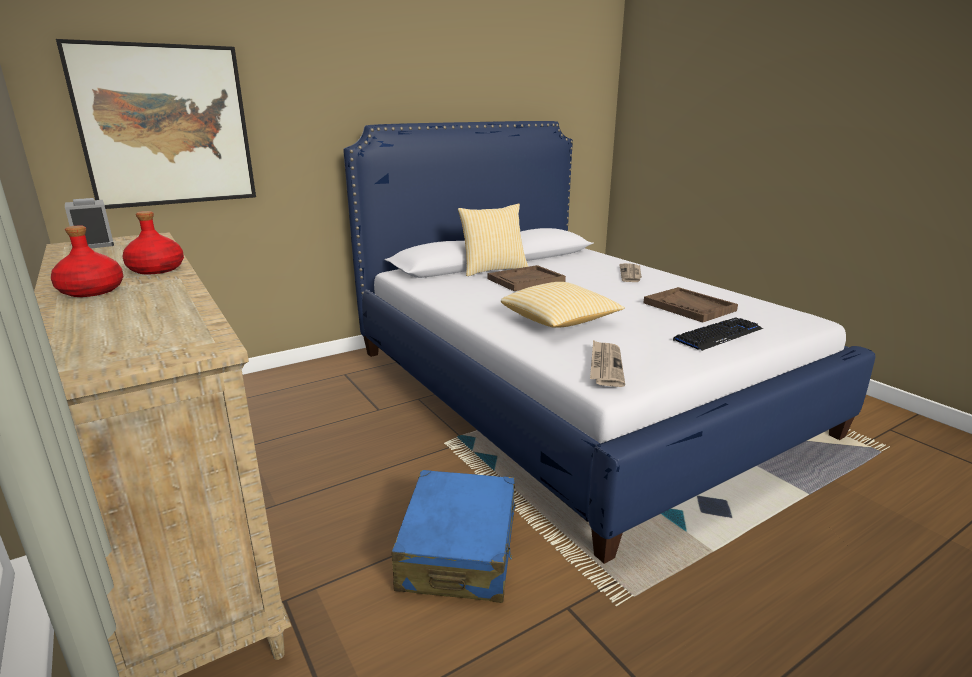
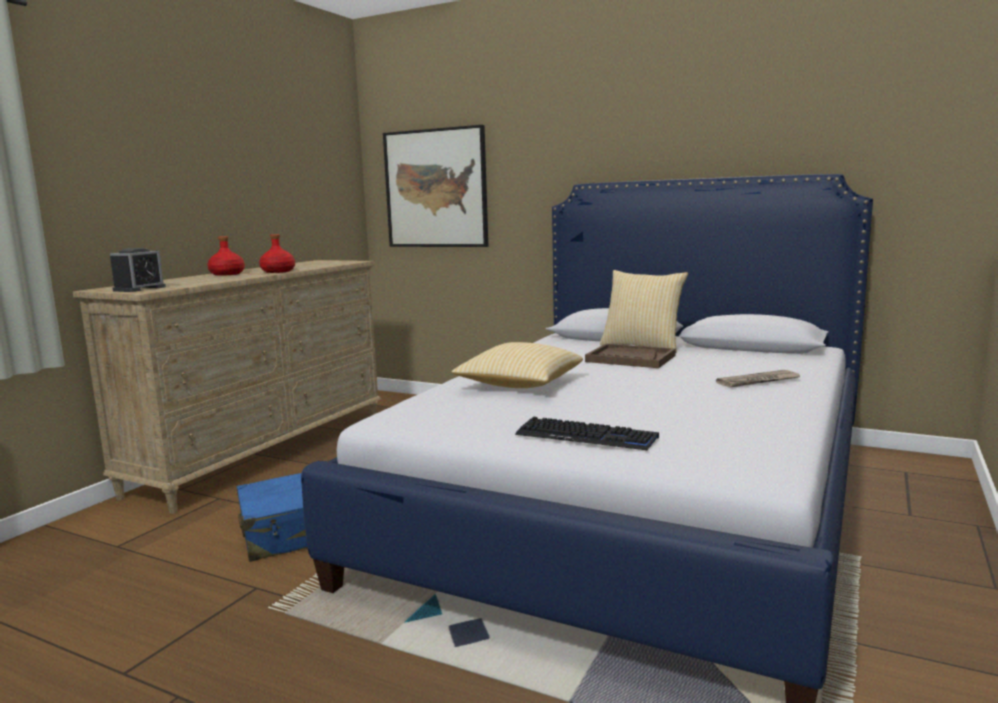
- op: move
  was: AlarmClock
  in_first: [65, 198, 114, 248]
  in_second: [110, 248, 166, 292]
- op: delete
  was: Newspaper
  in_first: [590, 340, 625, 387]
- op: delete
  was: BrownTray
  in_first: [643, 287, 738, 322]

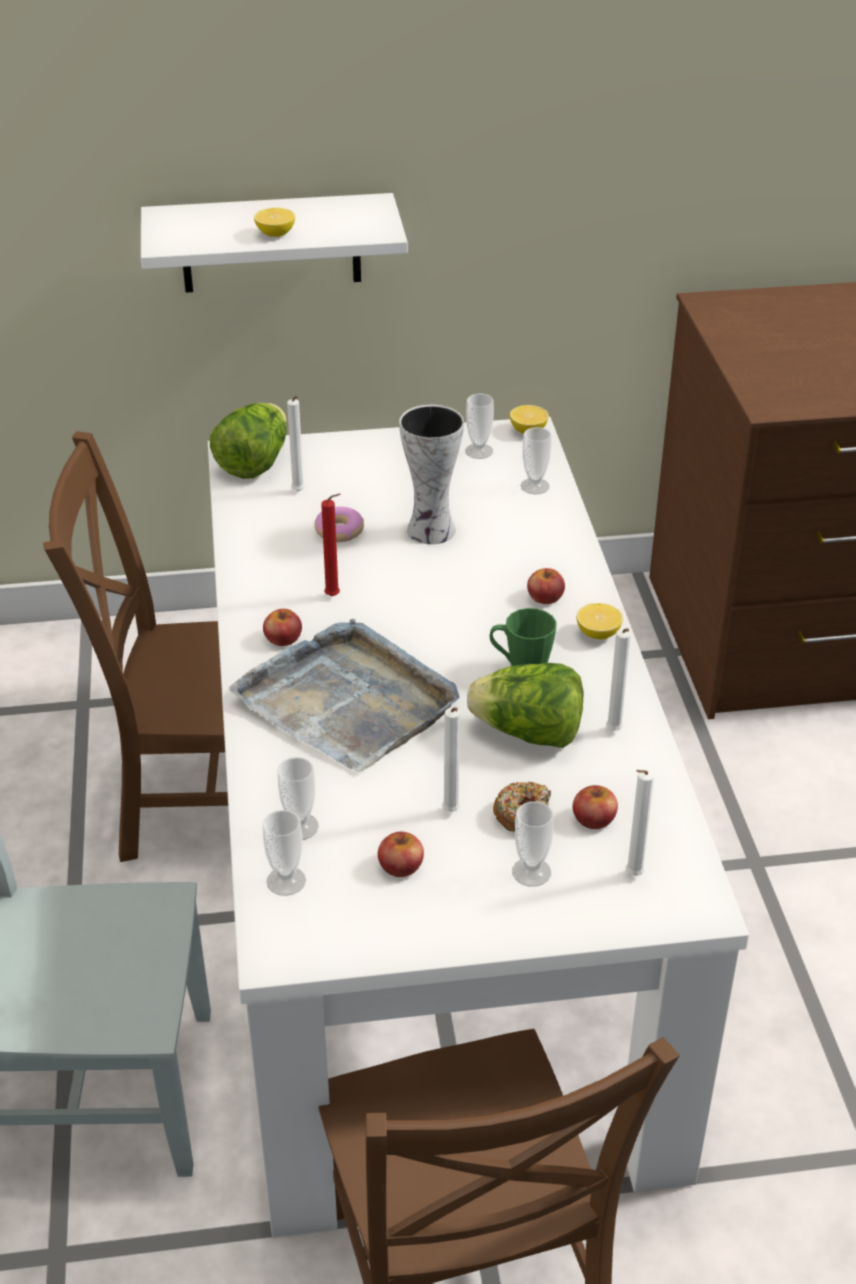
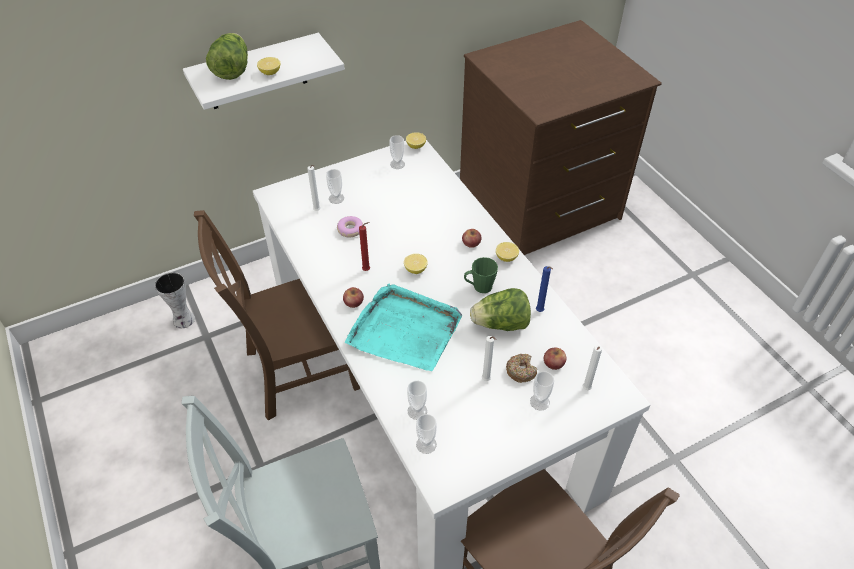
- op: move
  was: Lettuce
  in_first: [210, 403, 287, 479]
  in_second: [206, 33, 248, 80]
- op: recolor
  was: GreyTray
  now: TurquoiseTray
  in_first: [229, 619, 459, 772]
  in_second: [345, 284, 462, 371]
- op: delete
  was: Apple
  in_first: [378, 832, 424, 877]
- op: move
  was: Vase
  in_first: [399, 405, 464, 544]
  in_second: [155, 272, 195, 328]
- op: move
  was: Cup
  in_first: [520, 427, 552, 494]
  in_second: [326, 169, 344, 204]
- op: recolor
  was: WhiteCandle
  now: BlueCandle
  in_first: [606, 628, 631, 731]
  in_second: [536, 266, 553, 312]
- op: insert
  now: Lemon
  in_second: [404, 254, 428, 274]

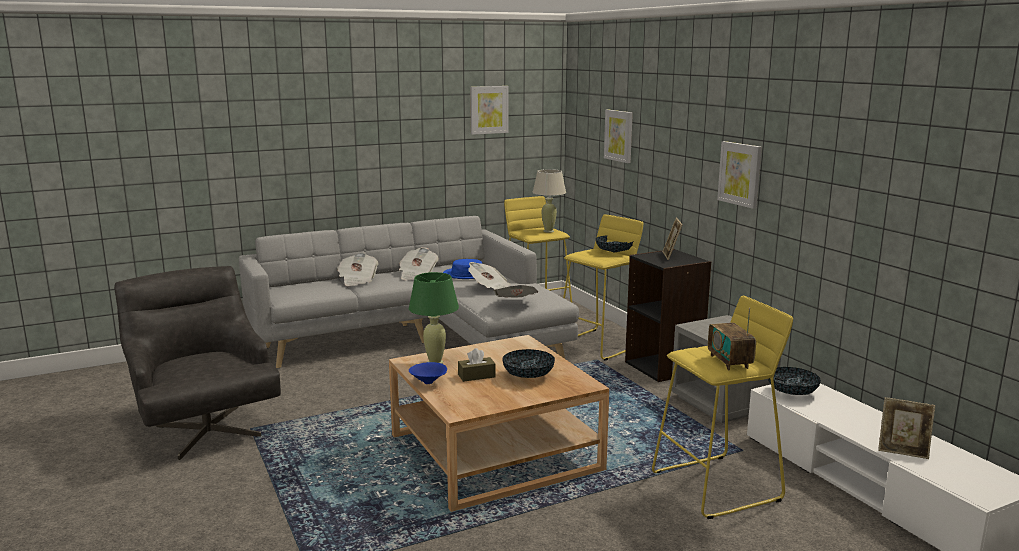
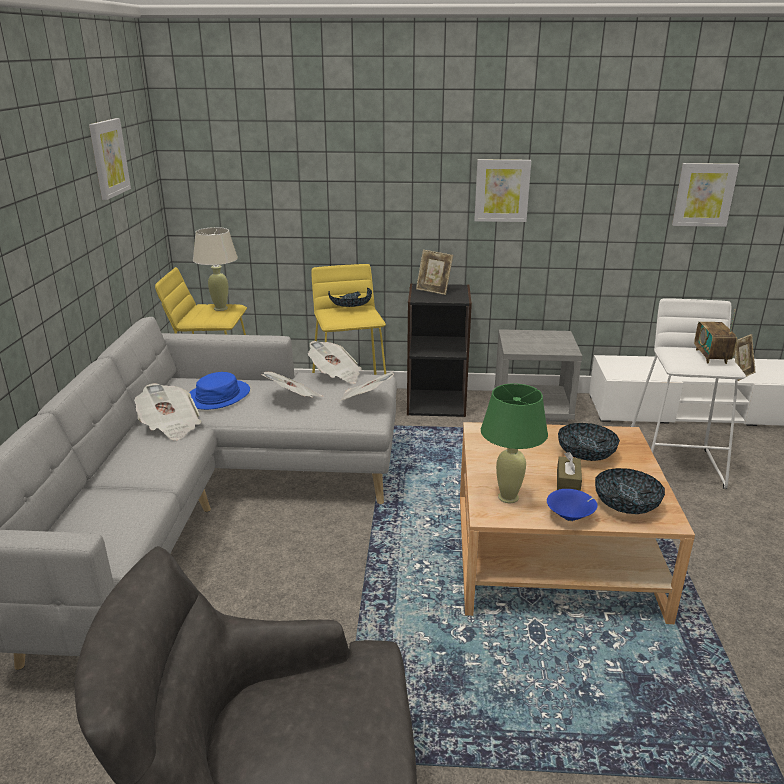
- op: move
  was: Newspaper
  in_first: [337, 253, 379, 286]
  in_second: [308, 341, 362, 384]
- op: move
  was: Picture
  in_first: [604, 110, 633, 163]
  in_second: [672, 163, 739, 227]
- op: recolor
  was: YellowStool
  now: WhiteStool
  in_first: [652, 296, 793, 519]
  in_second: [631, 299, 746, 489]
- op: rotate
  was: Radio
  in_first: [708, 308, 756, 371]
  in_second: [694, 309, 737, 364]
  clockwise: 75
- op: move
  was: Bowl
  in_first: [768, 367, 821, 395]
  in_second: [595, 468, 665, 514]

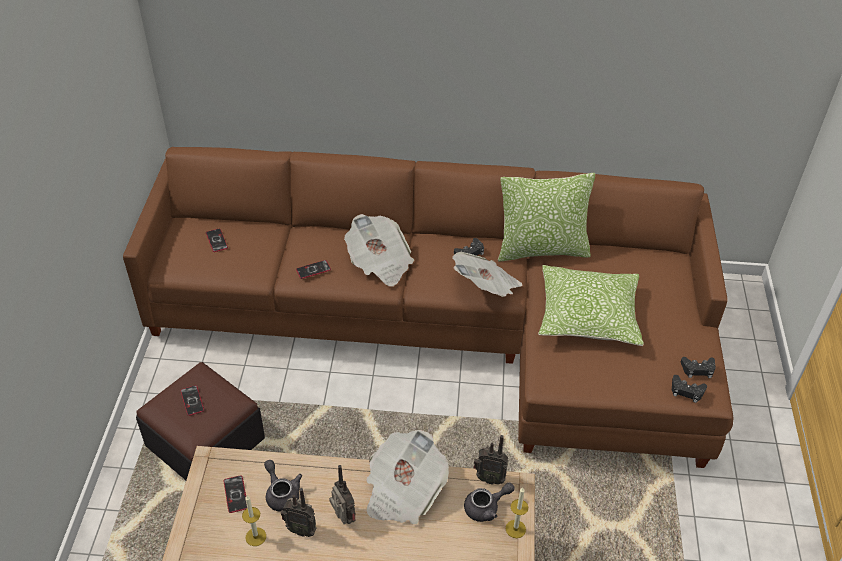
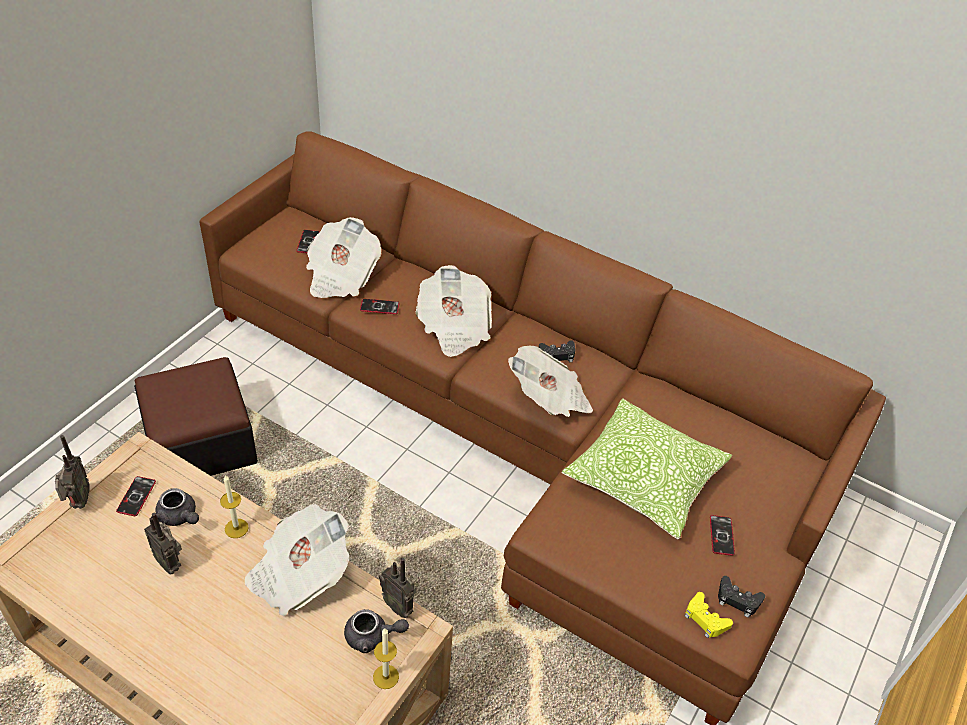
- op: move
  was: Phone
  in_first: [181, 385, 204, 416]
  in_second: [710, 515, 735, 556]
- op: move
  was: Candle
  in_first: [242, 496, 266, 546]
  in_second: [220, 475, 249, 538]
- op: rotate
  was: GreyTeapot
  in_first: [264, 460, 302, 512]
  in_second: [151, 488, 199, 526]
  clockwise: 135
- op: move
  was: Radio
  in_first: [329, 465, 356, 524]
  in_second: [55, 435, 90, 509]
- op: delete
  was: Pillow
  in_first: [498, 173, 595, 261]
- op: recolor
  was: BlackGameController
  now: YellowGameController
  in_first: [672, 375, 707, 403]
  in_second: [685, 592, 733, 638]
- op: insert
  now: Newspaper
  in_second: [306, 217, 381, 298]

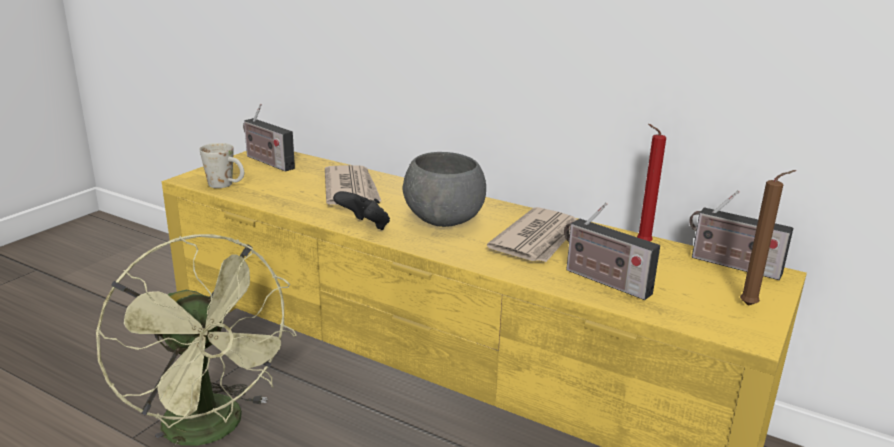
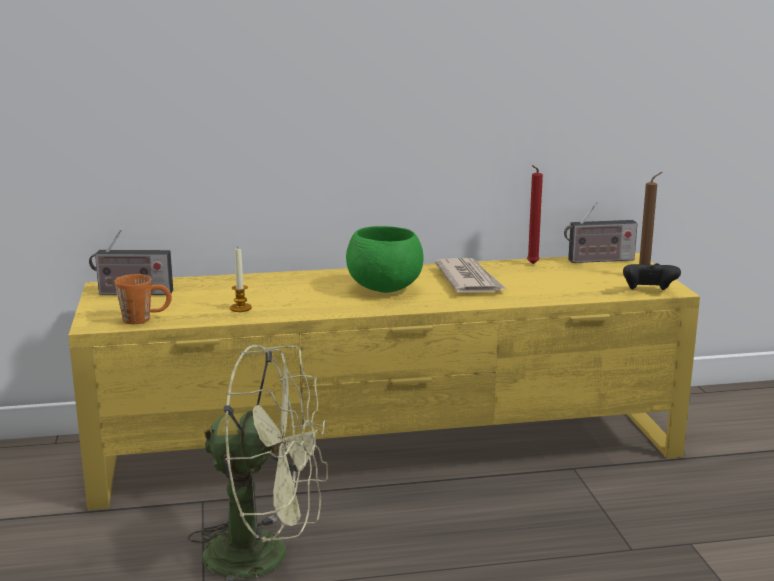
- op: recolor
  was: WhiteMug
  now: OrangeMug
  in_first: [200, 143, 244, 188]
  in_second: [114, 274, 172, 324]
- op: delete
  was: Newspaper
  in_first: [325, 165, 382, 205]
- op: move
  was: BlackGameController
  in_first: [333, 191, 390, 230]
  in_second: [623, 263, 681, 290]
- op: recolor
  was: GreyBowl
  now: GreenBowl
  in_first: [403, 152, 486, 227]
  in_second: [346, 226, 424, 293]
- op: delete
  was: Radio
  in_first: [564, 202, 660, 300]
- op: insert
  now: Candle
  in_second: [230, 249, 252, 312]

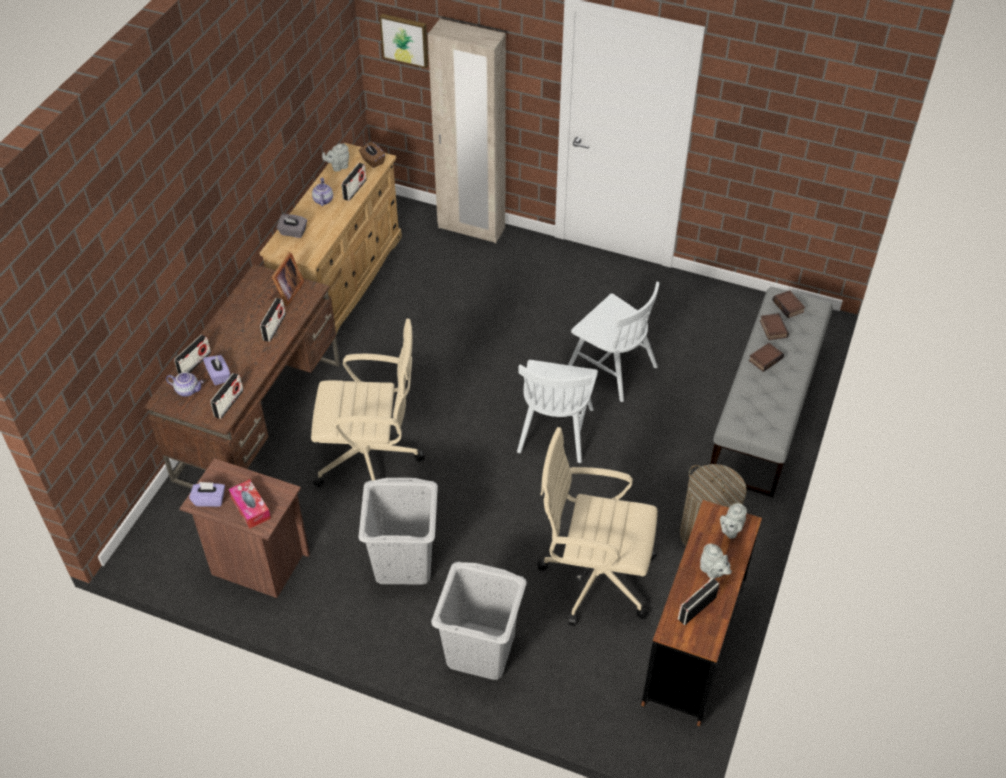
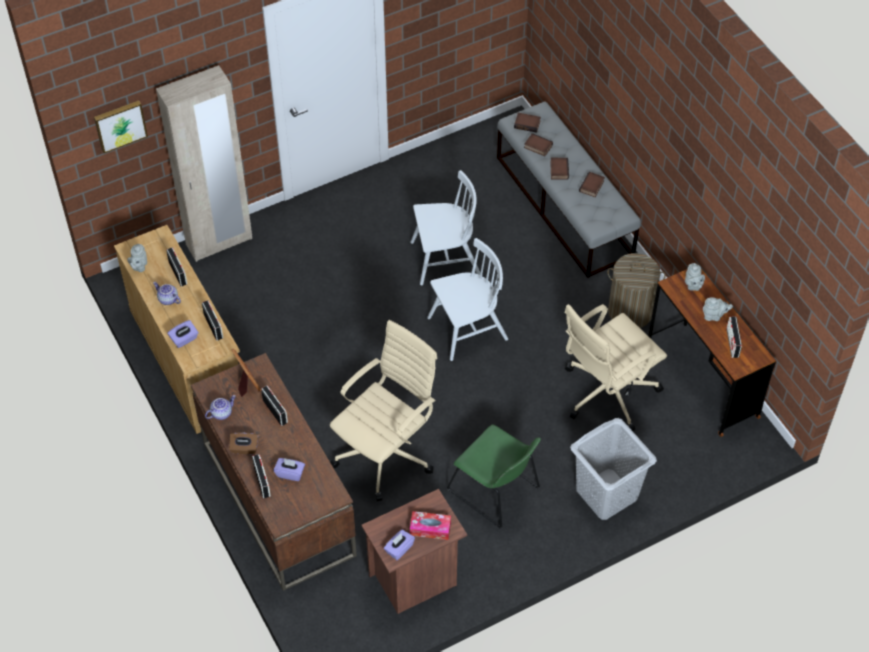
- op: move
  was: Teapot
  in_first: [166, 372, 204, 397]
  in_second: [205, 395, 236, 420]
- op: move
  was: Radio
  in_first: [210, 373, 244, 419]
  in_second: [202, 300, 223, 340]
- op: recolor
  was: GreyTissueBox
  now: PurpleTissueBox
  in_first: [277, 214, 307, 238]
  in_second: [168, 320, 198, 348]
- op: move
  was: BrownTissueBox
  in_first: [359, 141, 385, 168]
  in_second: [229, 433, 258, 454]
- op: replace
  was: GreyLaundryBasket
  now: GreenChair
  in_first: [359, 478, 438, 585]
  in_second: [447, 425, 541, 528]
- op: rotate
  was: WhiteChair
  in_first: [517, 360, 598, 463]
  in_second: [427, 238, 508, 361]
  clockwise: -75
- op: insert
  now: Book
  in_second: [579, 172, 605, 197]

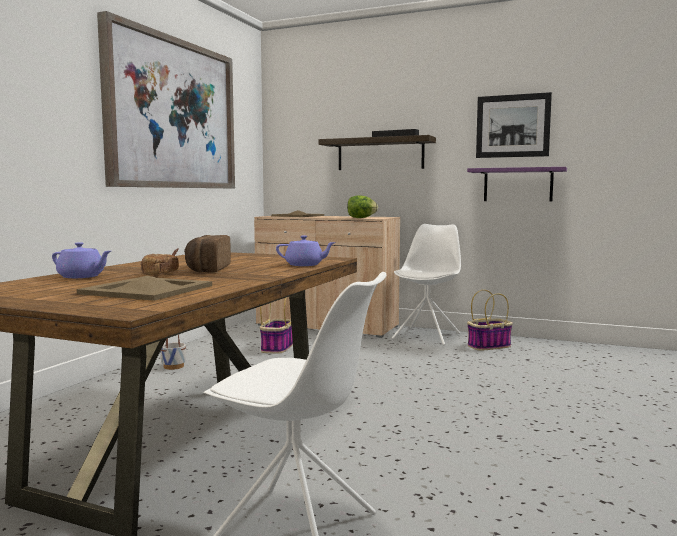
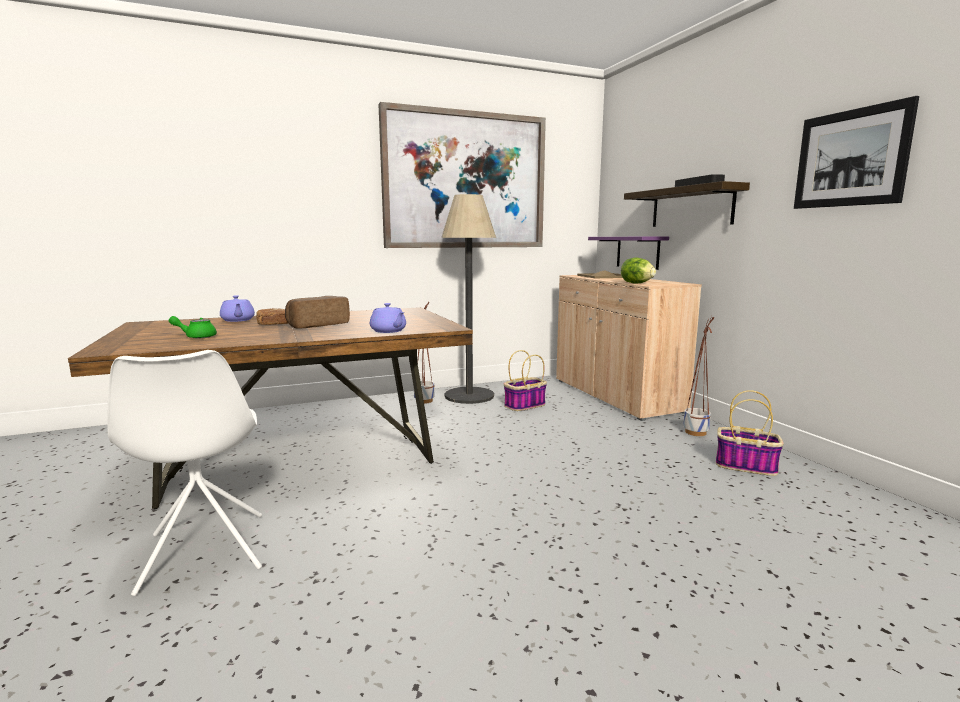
- op: replace
  was: BeigeTray
  now: GreenTeapot
  in_first: [77, 276, 212, 301]
  in_second: [169, 316, 217, 338]
- op: replace
  was: WhiteChair
  now: Planter
  in_first: [392, 224, 461, 346]
  in_second: [683, 316, 714, 436]
- op: move
  was: PurpleShelf
  in_first: [467, 167, 567, 201]
  in_second: [588, 237, 669, 270]
- op: insert
  now: FloorLamp
  in_second: [441, 194, 496, 404]

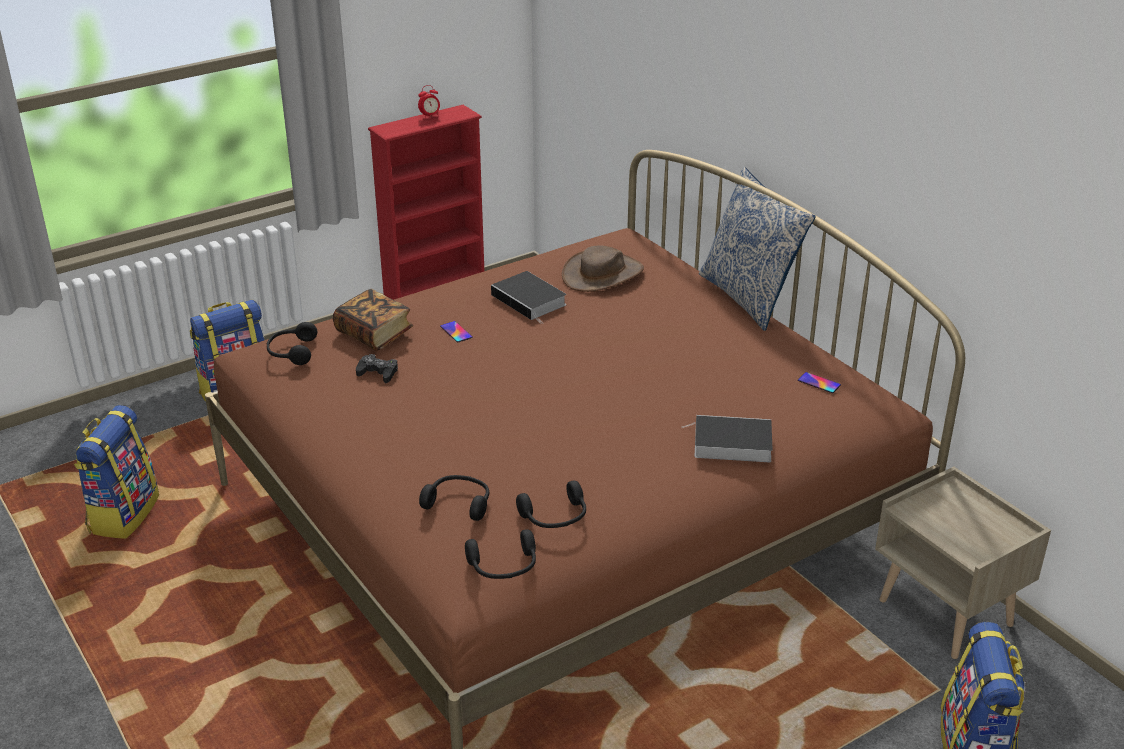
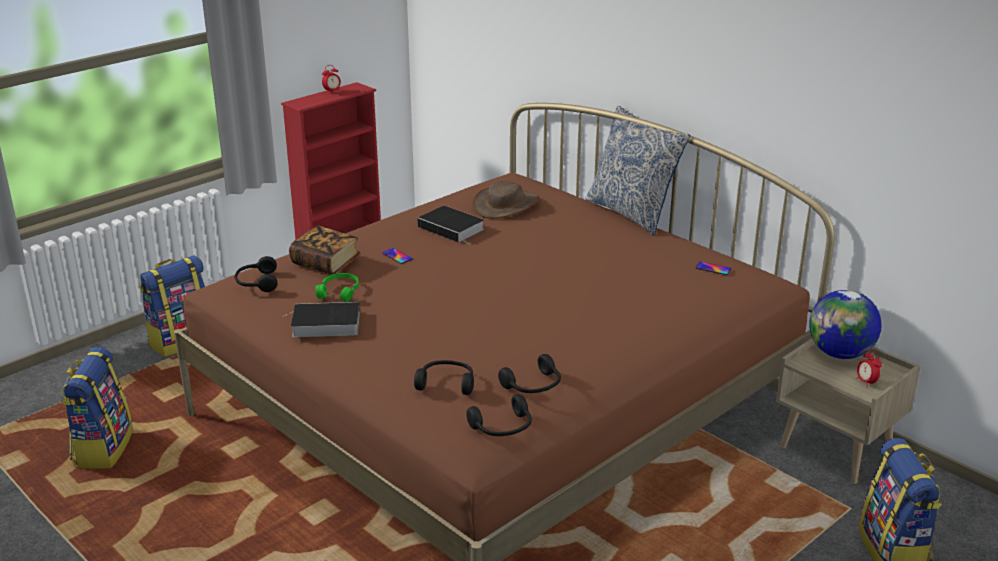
- op: replace
  was: BlackGameController
  now: GreenHeadphones
  in_first: [356, 354, 398, 383]
  in_second: [315, 273, 359, 302]
- op: move
  was: Book
  in_first: [682, 415, 773, 462]
  in_second: [283, 302, 360, 337]
- op: insert
  now: Globe
  in_second: [809, 290, 882, 359]
- op: insert
  now: AlarmClock
  in_second: [856, 350, 882, 388]

